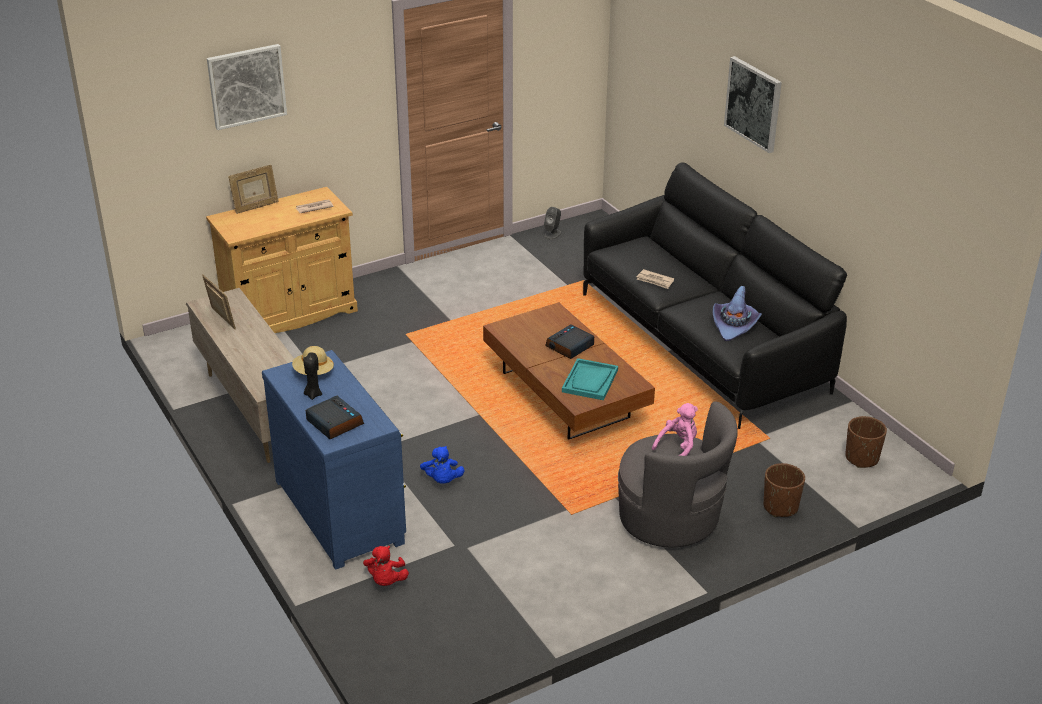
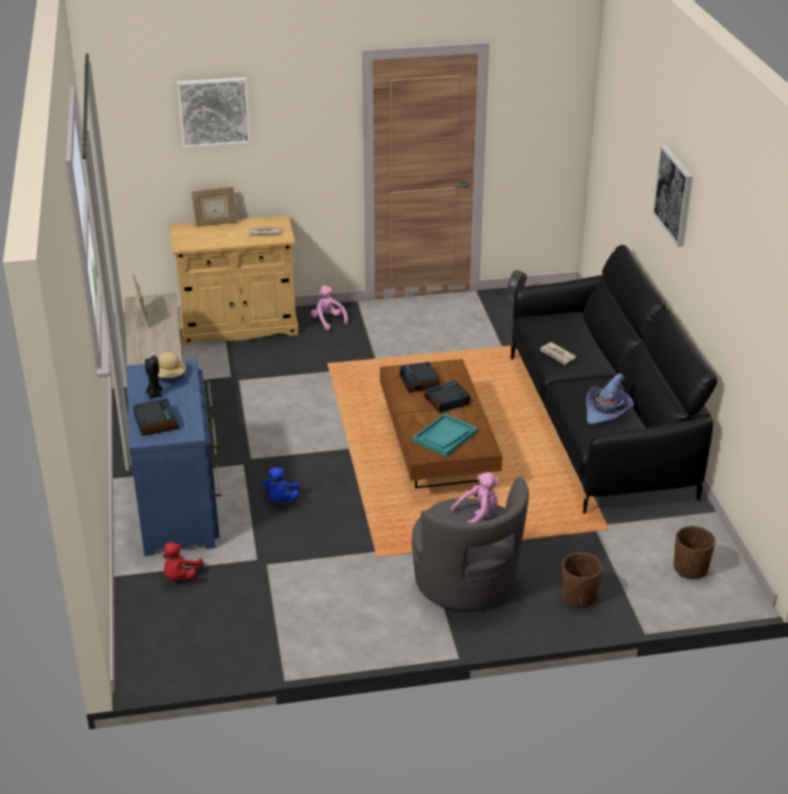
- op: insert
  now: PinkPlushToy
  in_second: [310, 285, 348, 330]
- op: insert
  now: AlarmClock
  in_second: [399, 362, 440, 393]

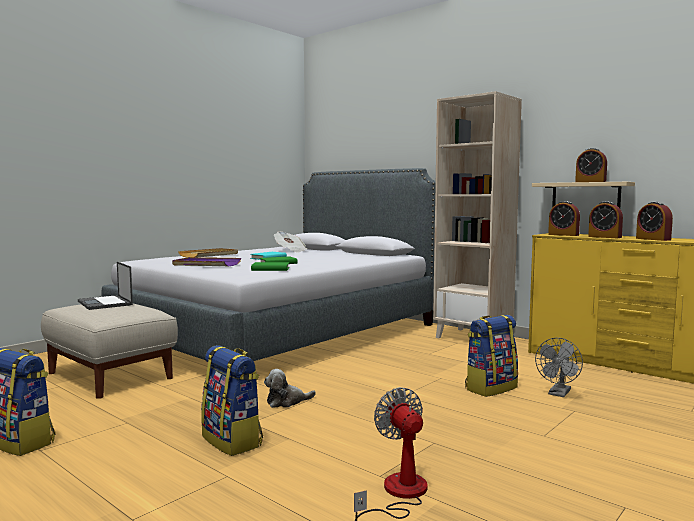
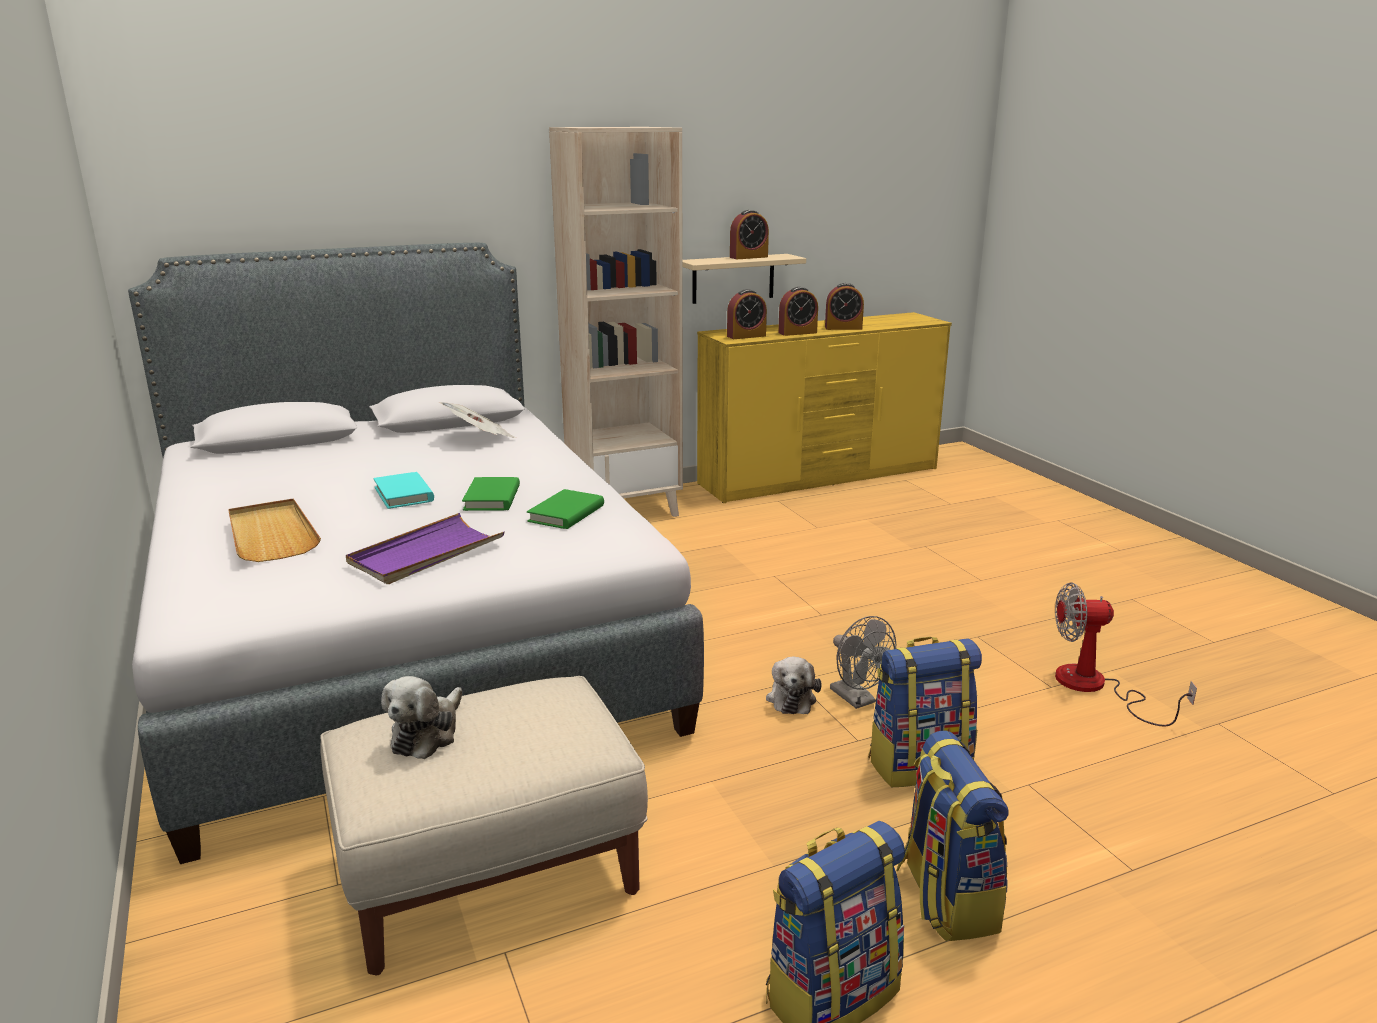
- op: replace
  was: Laptop
  now: PlushToy
  in_first: [78, 262, 133, 310]
  in_second: [381, 676, 462, 759]
- op: move
  was: Newspaper
  in_first: [273, 231, 307, 253]
  in_second: [439, 402, 516, 438]
- op: move
  was: Backpack
  in_first: [465, 315, 518, 397]
  in_second: [896, 730, 1009, 942]
- op: move
  was: GreyFan
  in_first: [535, 338, 583, 397]
  in_second: [830, 616, 896, 709]

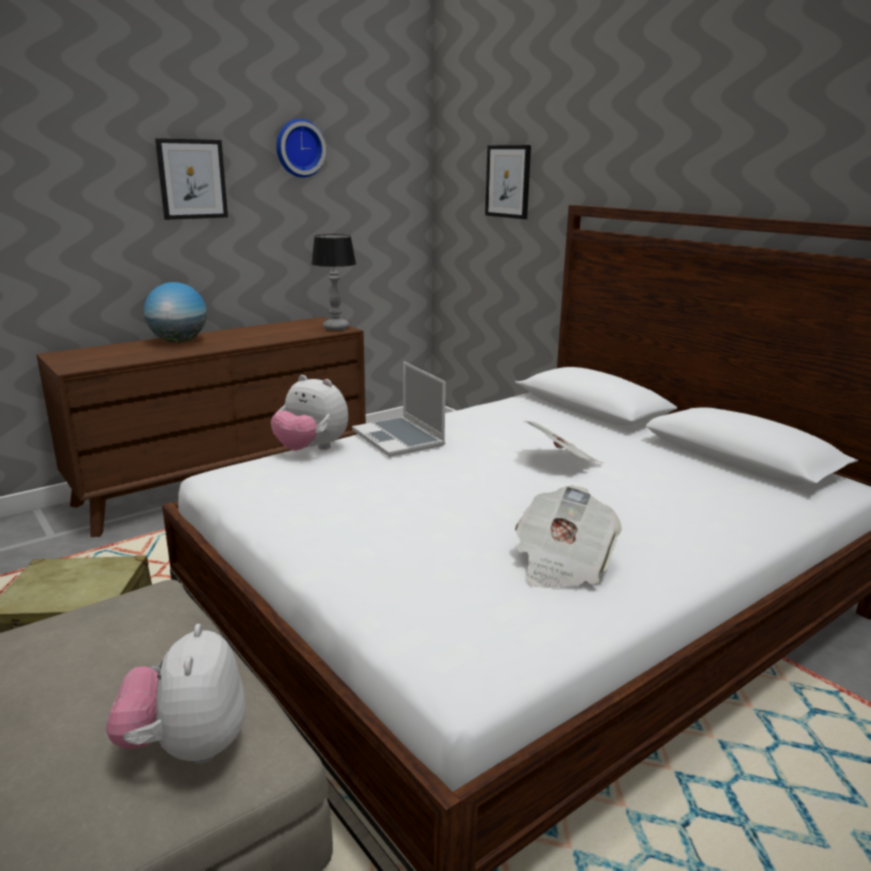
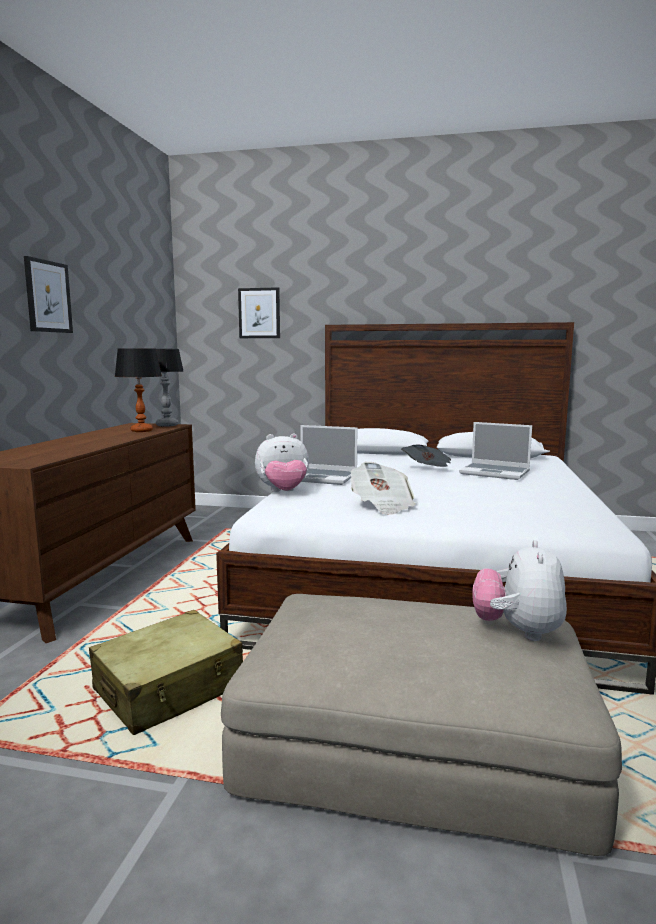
- op: rotate
  was: PlushToy
  in_first: [106, 624, 246, 764]
  in_second: [473, 540, 567, 641]
  clockwise: 60
- op: delete
  was: Globe
  in_first: [144, 282, 207, 342]
- op: delete
  was: WallClock
  in_first: [276, 119, 326, 178]
- op: move
  was: Newspaper
  in_first: [515, 485, 622, 588]
  in_second: [351, 462, 416, 515]
- op: insert
  now: TableLamp
  in_second: [114, 348, 162, 432]
- op: insert
  now: Laptop
  in_second: [459, 422, 532, 480]

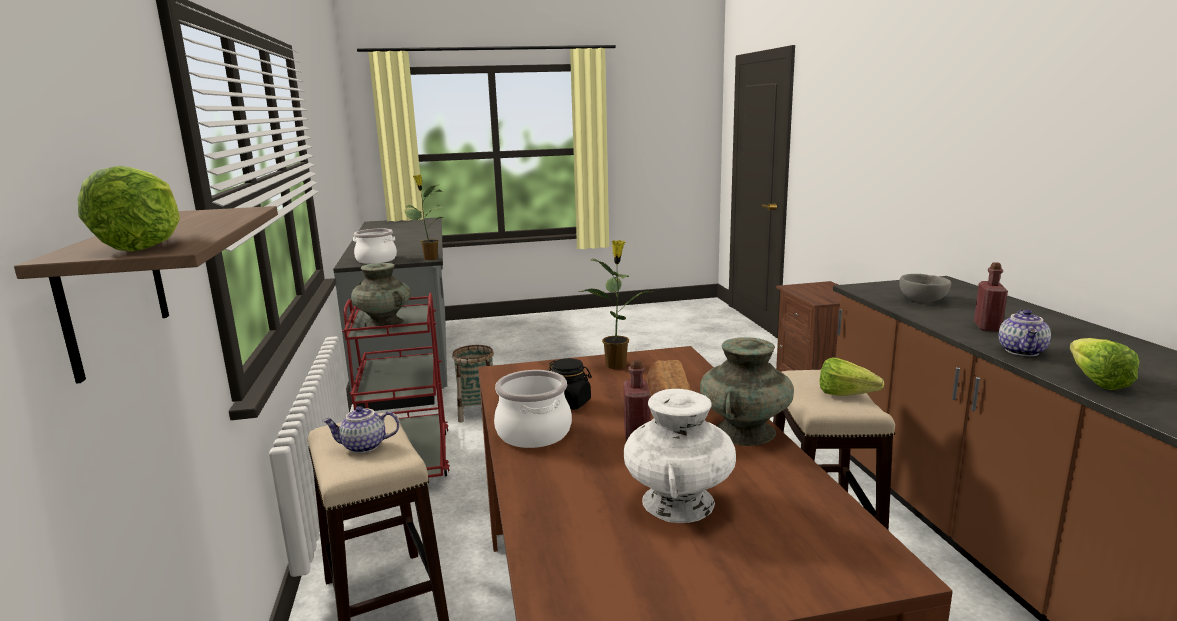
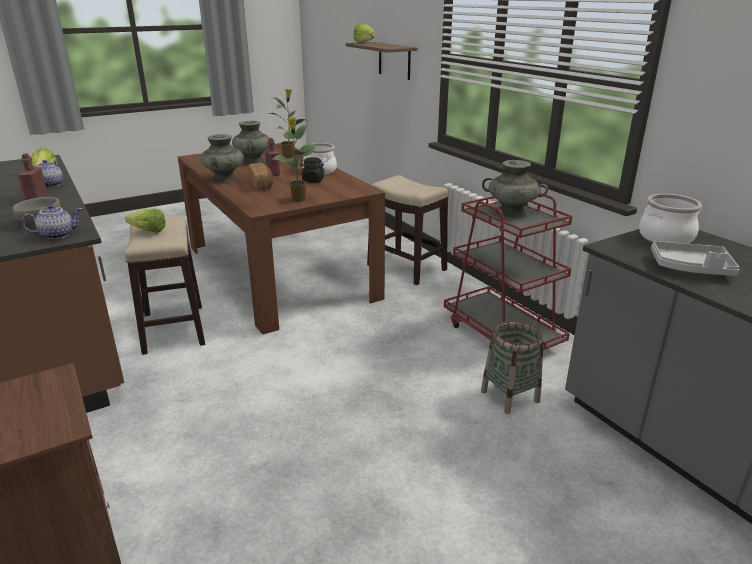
- op: move
  was: Teapot
  in_first: [323, 406, 399, 453]
  in_second: [22, 204, 82, 239]
- op: move
  was: PottedPlant
  in_first: [405, 175, 443, 260]
  in_second: [270, 89, 305, 158]
- op: recolor
  was: WhiteVase
  now: TurquoiseVase
  in_first: [624, 389, 736, 523]
  in_second: [232, 121, 269, 165]
- op: insert
  now: GreyTray
  in_second: [651, 241, 740, 276]

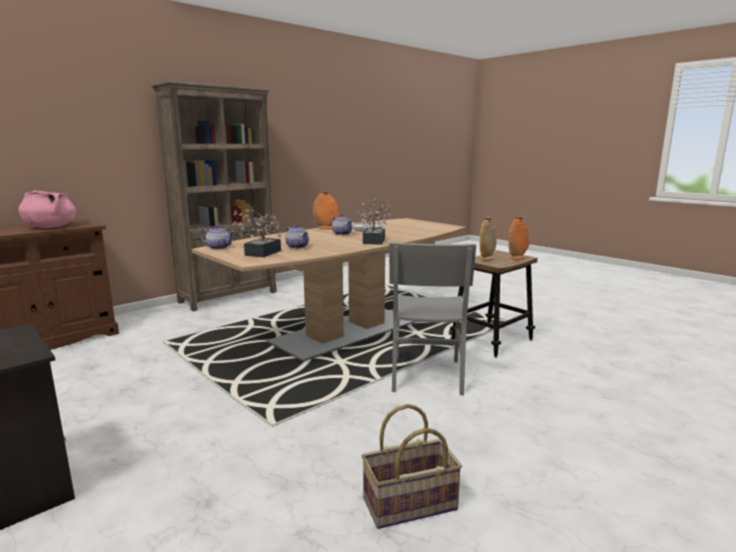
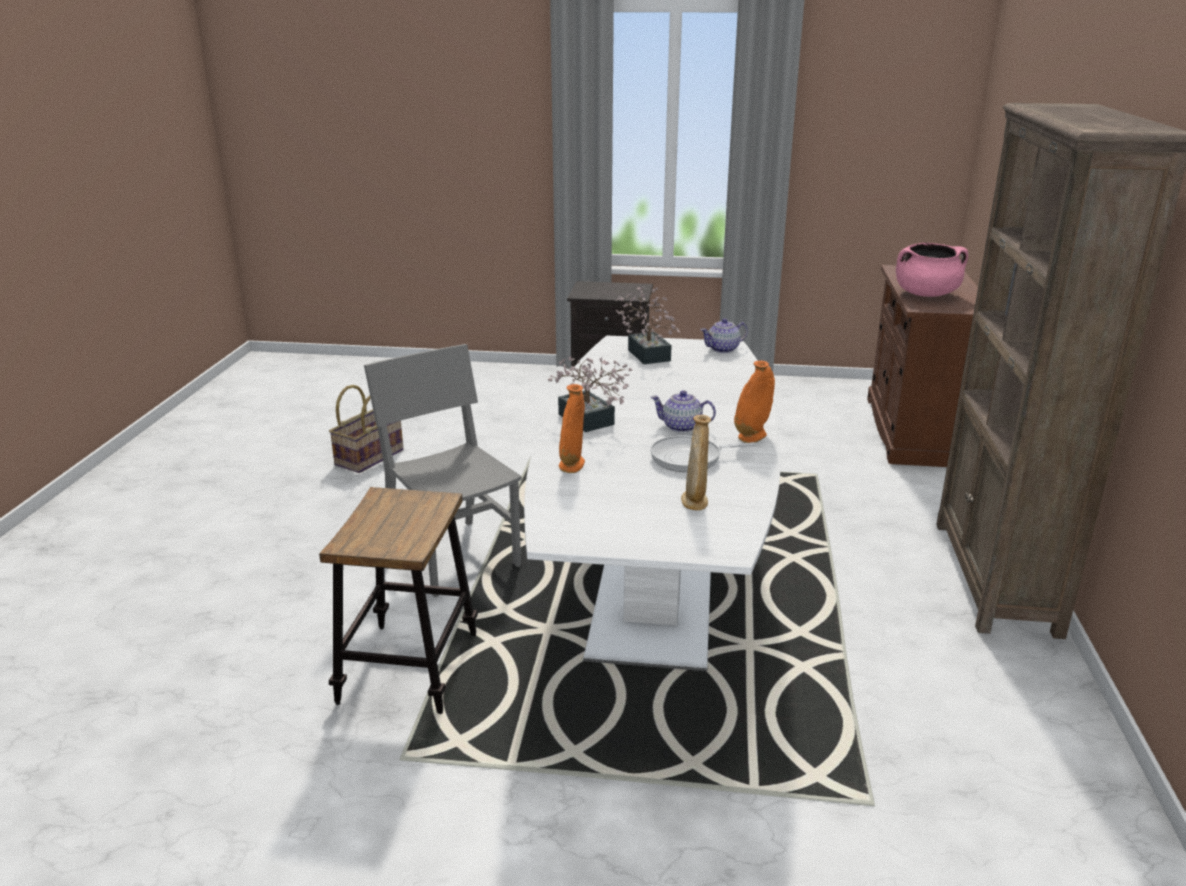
- op: recolor
  was: BrownDiningTable
  now: WhiteDiningTable
  in_first: [192, 218, 466, 362]
  in_second: [524, 336, 781, 671]
- op: delete
  was: Teapot
  in_first: [285, 224, 309, 249]
- op: move
  was: BeigeVase
  in_first: [479, 217, 496, 261]
  in_second: [681, 415, 711, 510]
- op: move
  was: OrangeVase
  in_first: [508, 216, 530, 260]
  in_second: [559, 384, 585, 473]

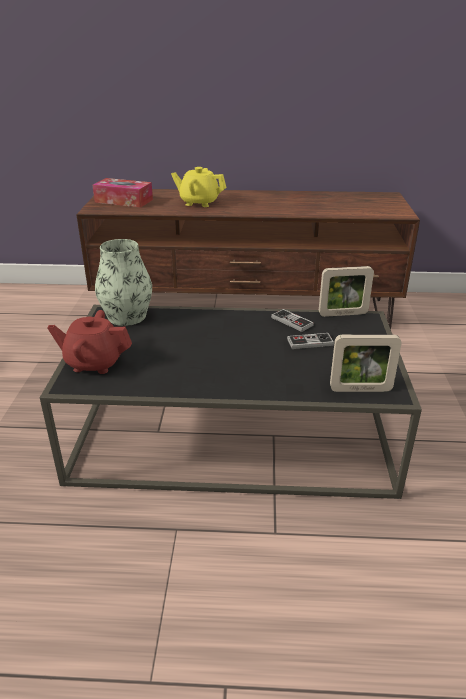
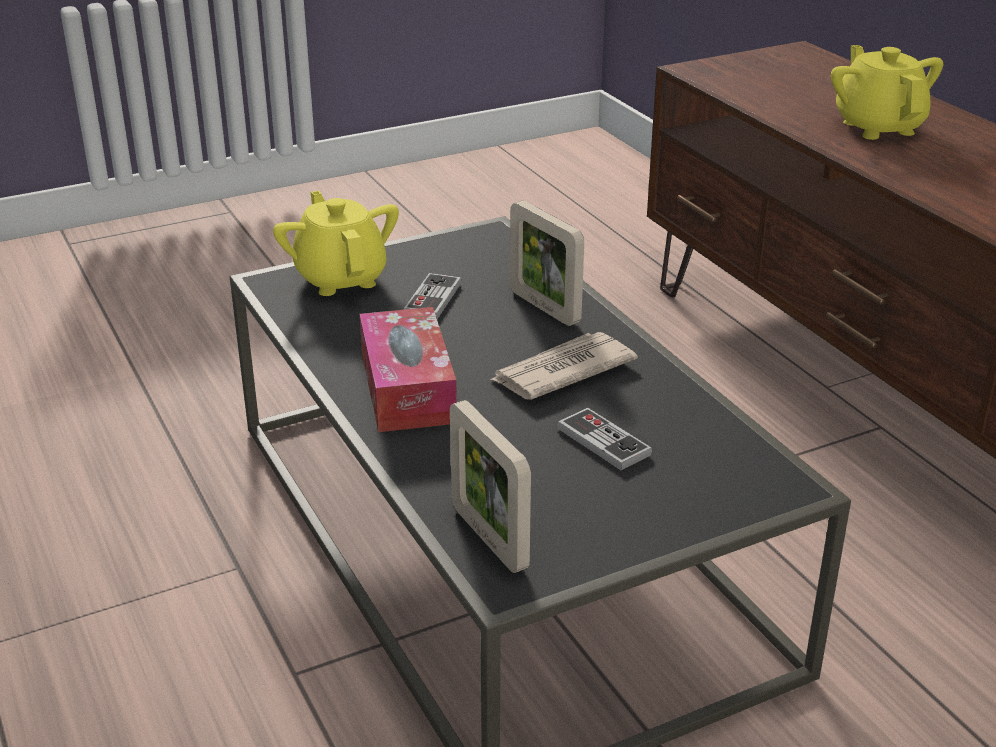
- op: recolor
  was: RedTeapot
  now: YellowTeapot
  in_first: [47, 310, 132, 374]
  in_second: [273, 191, 399, 296]
- op: move
  was: TissueBox
  in_first: [92, 178, 153, 208]
  in_second: [360, 307, 457, 432]
- op: delete
  was: Vase
  in_first: [95, 239, 152, 326]
- op: move
  was: GameController
  in_first: [271, 309, 314, 332]
  in_second: [404, 273, 461, 319]
- op: move
  was: PictureFrame
  in_first: [319, 266, 374, 317]
  in_second: [510, 201, 584, 326]
- op: insert
  now: Newspaper
  in_second: [490, 332, 638, 400]

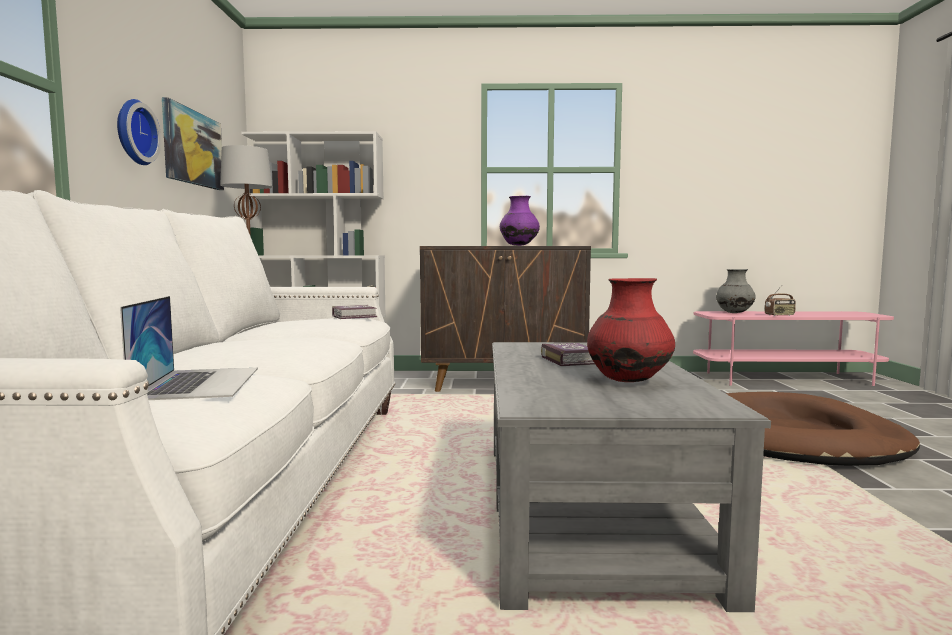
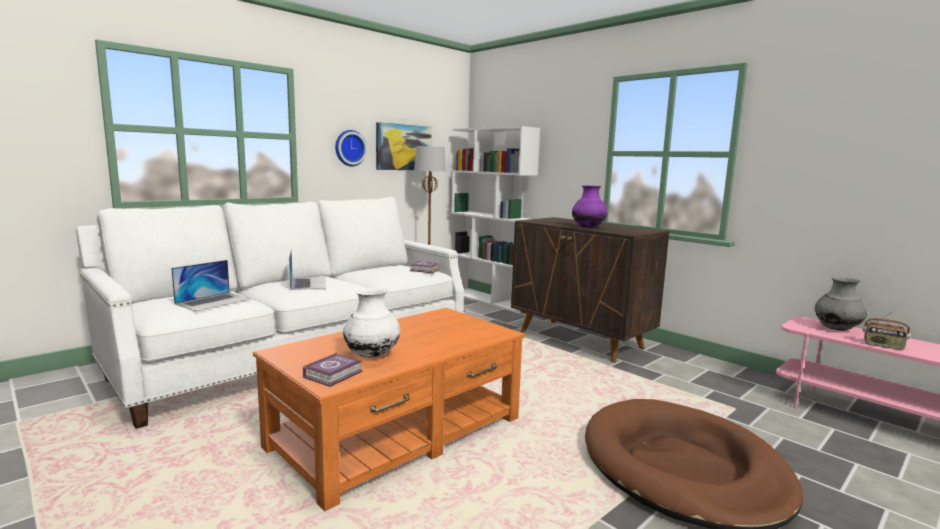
- op: recolor
  was: GreyCoffeeTable
  now: OrangeCoffeeTable
  in_first: [492, 342, 771, 612]
  in_second: [253, 308, 525, 511]
- op: move
  was: Book
  in_first: [541, 343, 596, 366]
  in_second: [303, 353, 363, 387]
- op: recolor
  was: RedVase
  now: WhiteVase
  in_first: [587, 278, 675, 382]
  in_second: [343, 287, 400, 358]
- op: insert
  now: Laptop
  in_second: [289, 251, 326, 290]

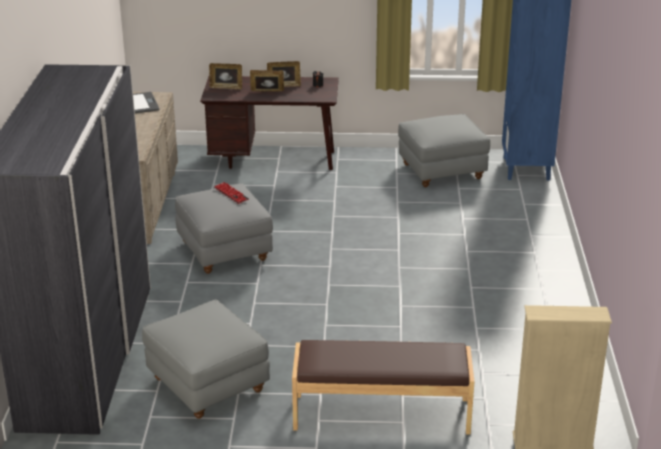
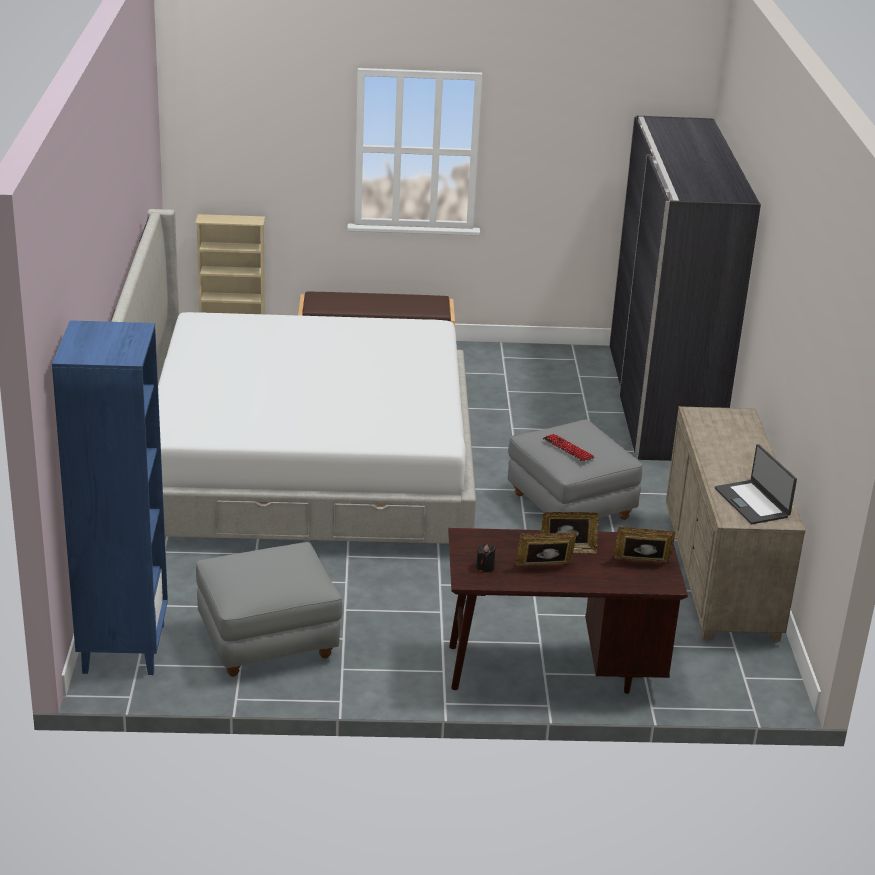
- op: delete
  was: GreyOttoman
  in_first: [142, 299, 270, 419]
- op: insert
  now: Bed
  in_second: [110, 209, 476, 544]

